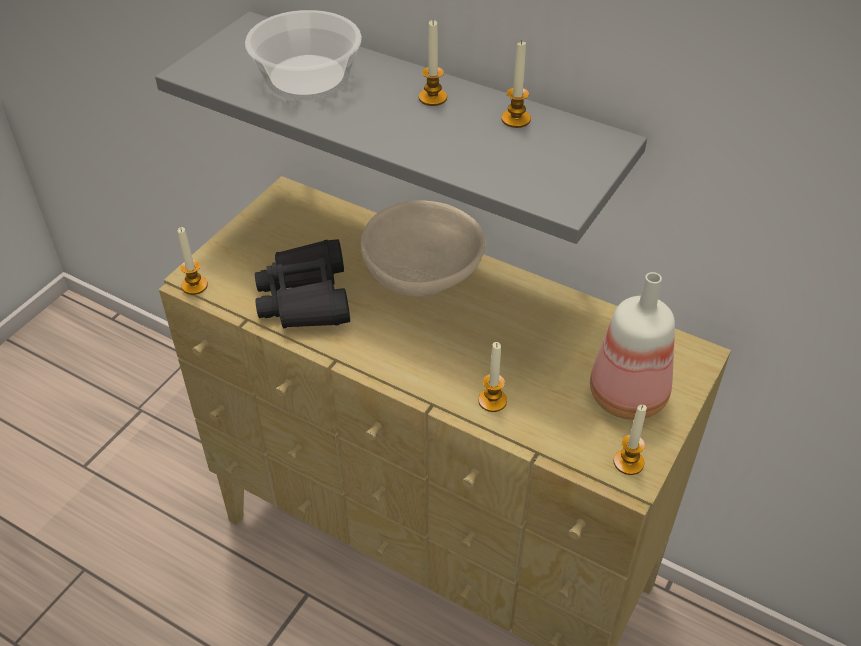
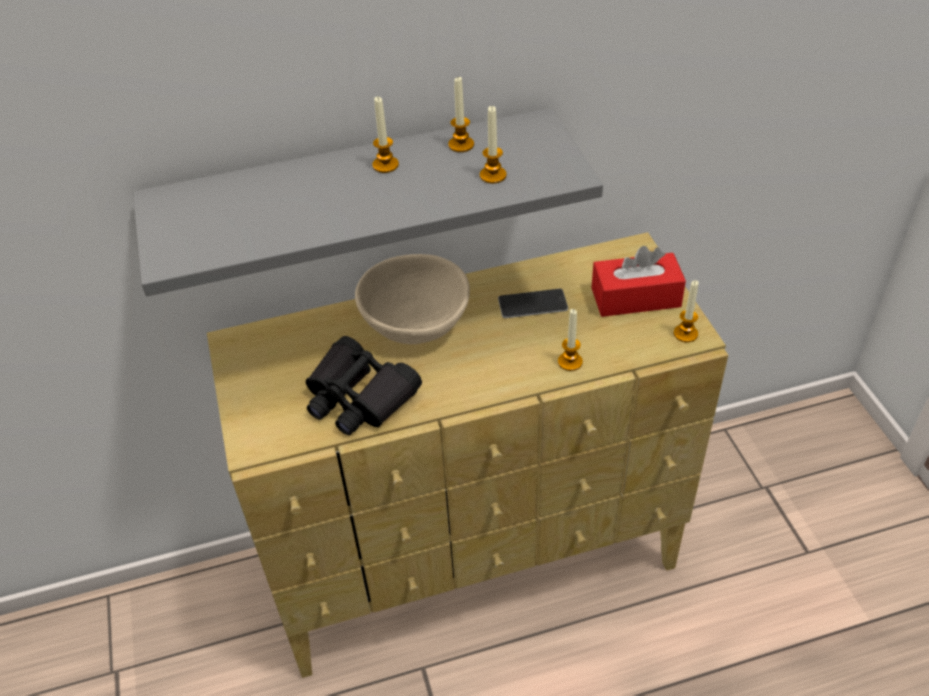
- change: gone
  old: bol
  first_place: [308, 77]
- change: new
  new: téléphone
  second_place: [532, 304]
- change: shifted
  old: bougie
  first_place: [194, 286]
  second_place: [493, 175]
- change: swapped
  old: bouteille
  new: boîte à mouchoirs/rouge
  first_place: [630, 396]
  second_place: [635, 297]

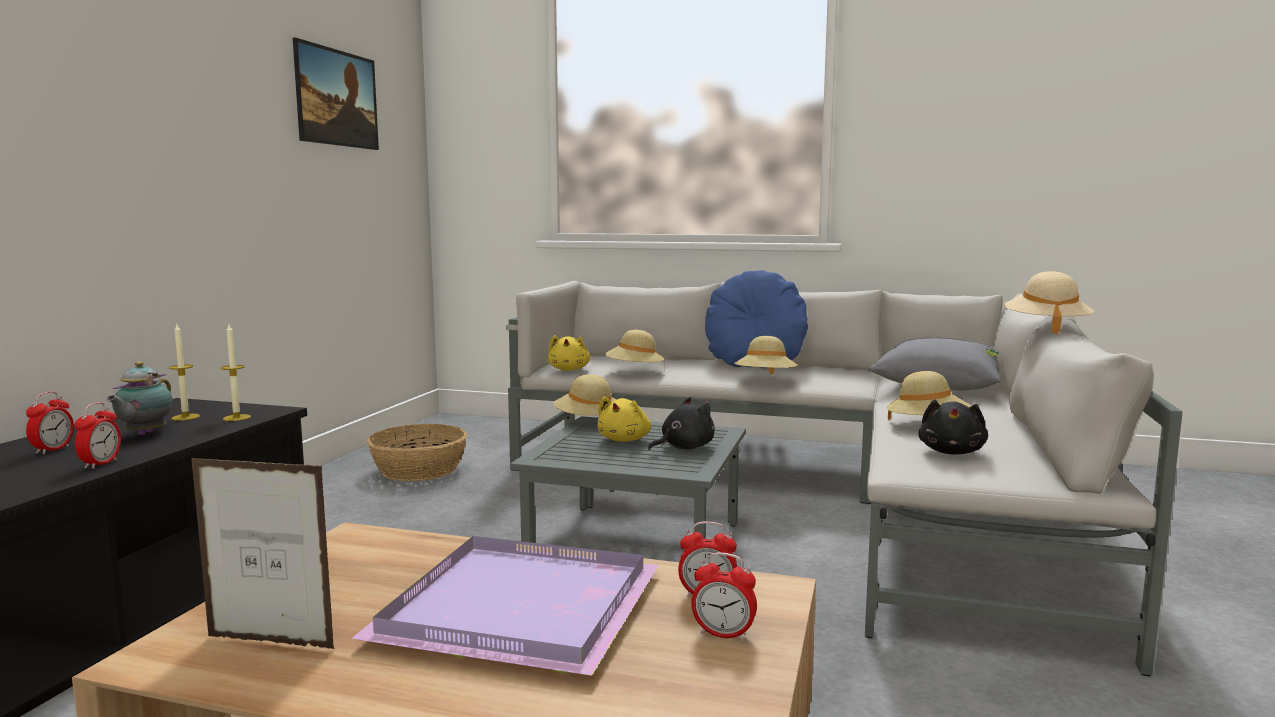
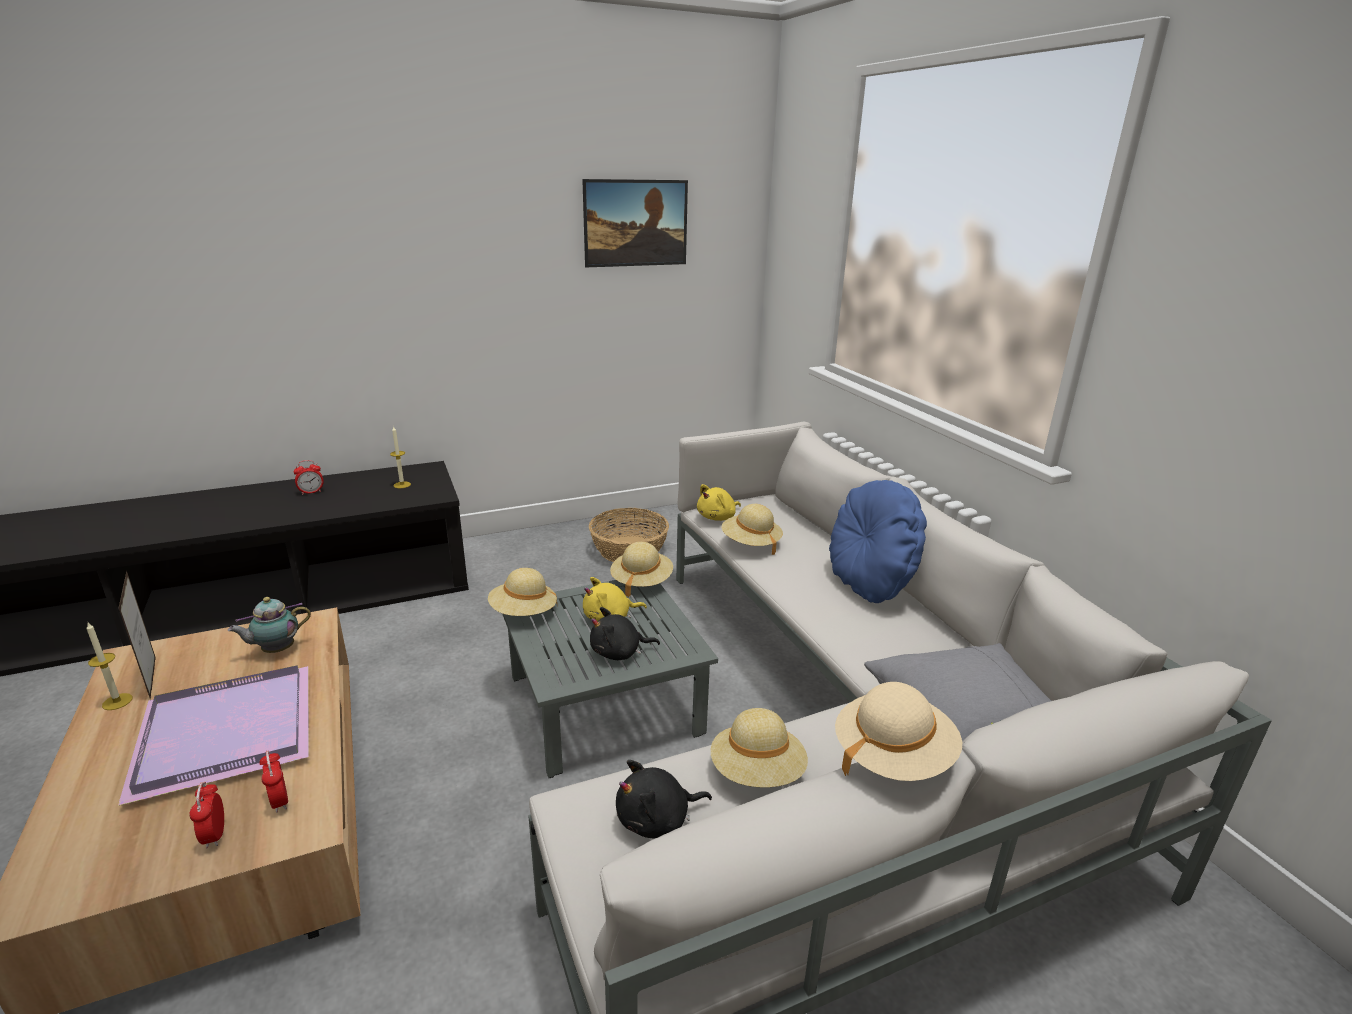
- change: gone
  old: réveil
  first_place: [101, 464]
- change: shifted
  old: théière
  first_place: [143, 434]
  second_place: [276, 650]
- change: shifted
  old: bougie
  first_place: [236, 418]
  second_place: [117, 701]
- change: shifted
  old: chapeau/beige
  first_place: [765, 380]
  second_place: [523, 613]
- change: rotated
  old: peluche/noir
  first_place: [684, 447]
  second_place: [619, 652]
  degrees: 150

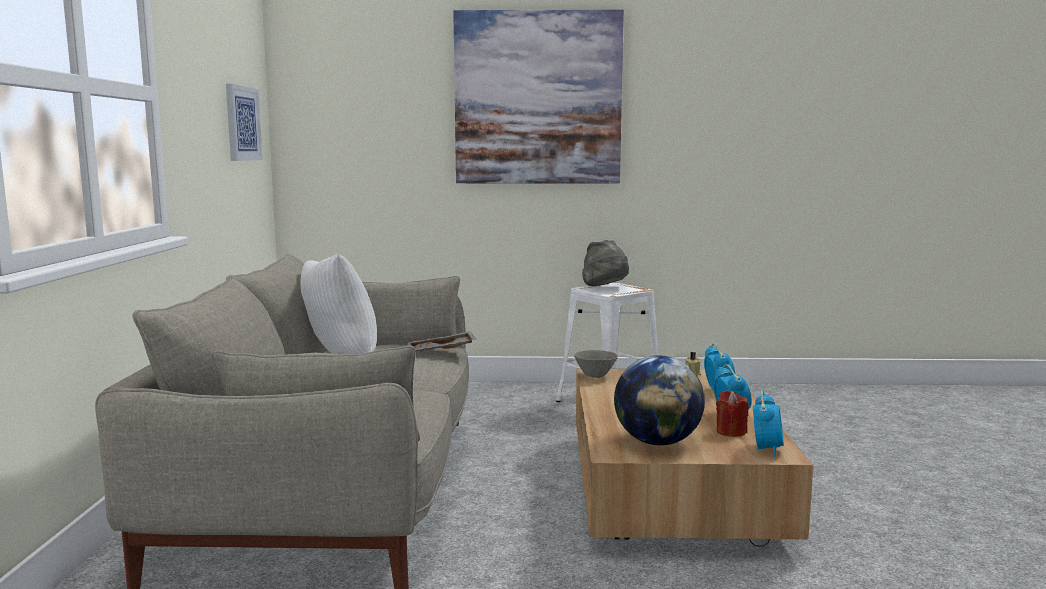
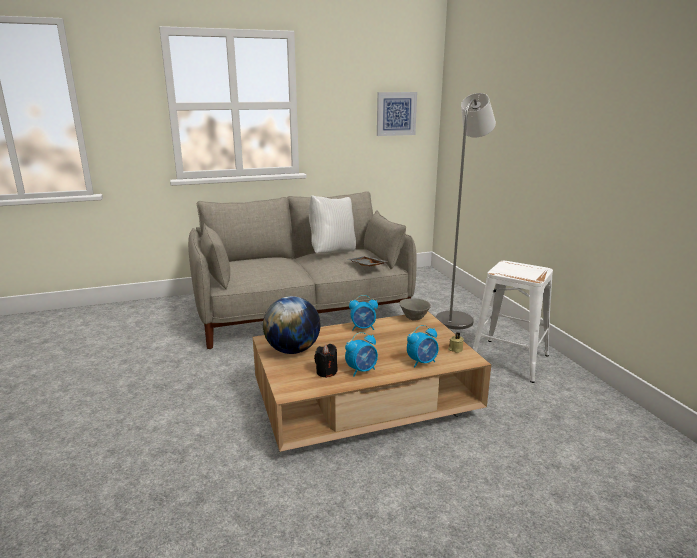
- change: gone
  old: tableau
  first_place: [538, 98]
- change: gone
  old: chapeau/gris
  first_place: [605, 288]
- change: new
  new: lampadaire/gris
  second_place: [457, 318]
- change: shifted
  old: réveil
  first_place: [766, 449]
  second_place: [363, 328]
- change: repainted
  old: bougie/rouge
  new: bougie/noir
  first_place: [731, 431]
  second_place: [326, 372]

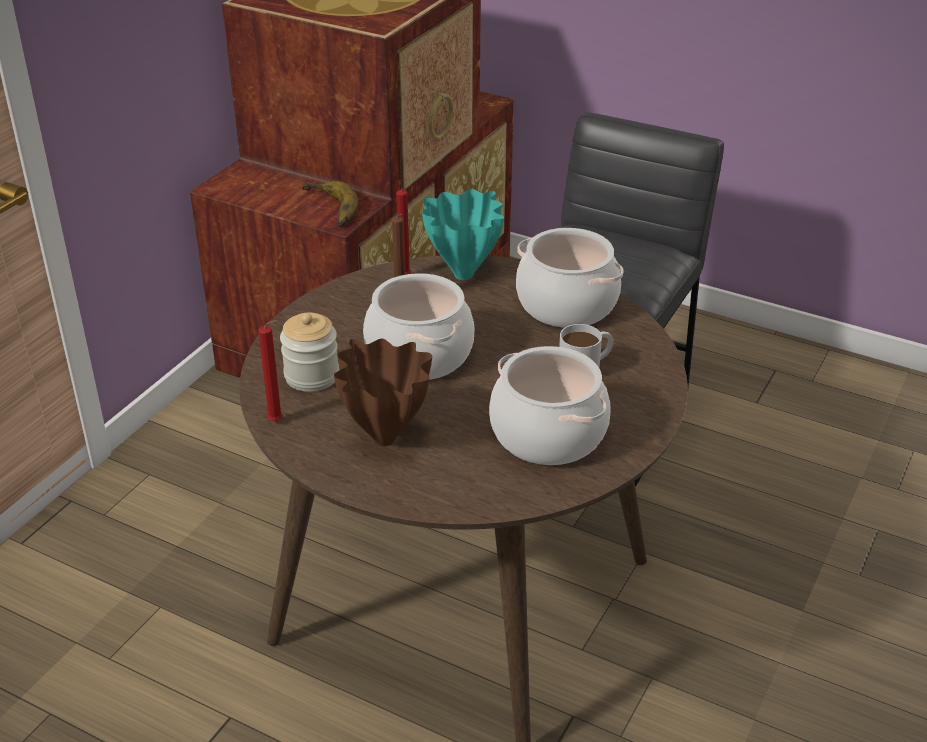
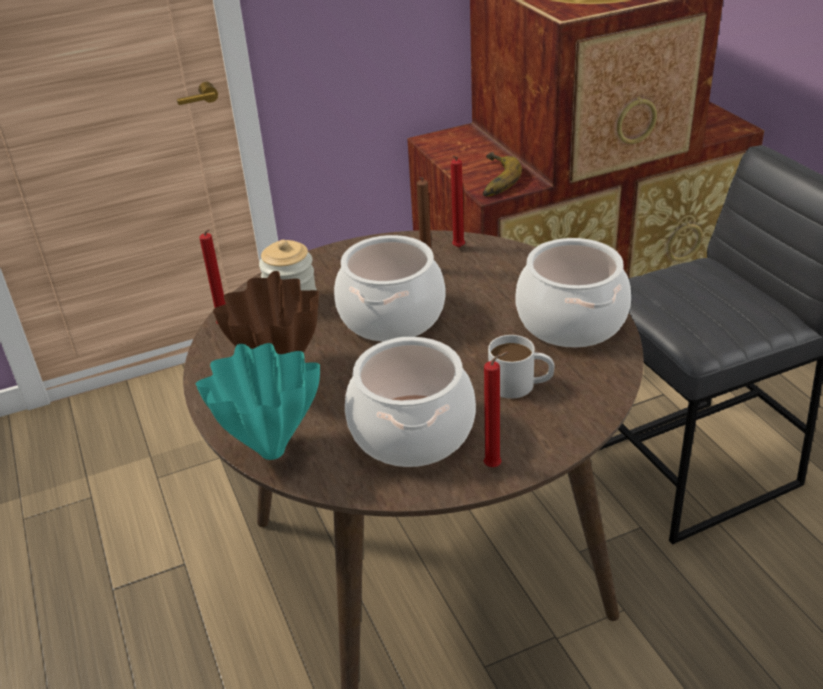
- change: new
  new: bougie/rouge
  second_place: [495, 466]
- change: shifted
  old: vase/turquoise
  first_place: [462, 275]
  second_place: [270, 452]

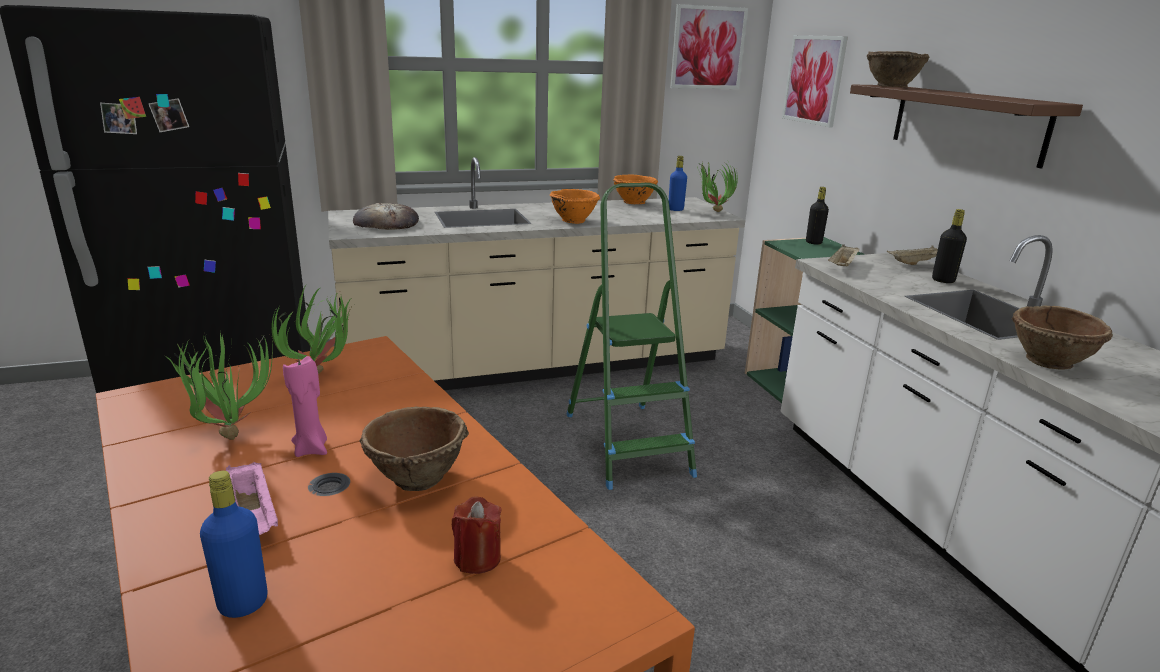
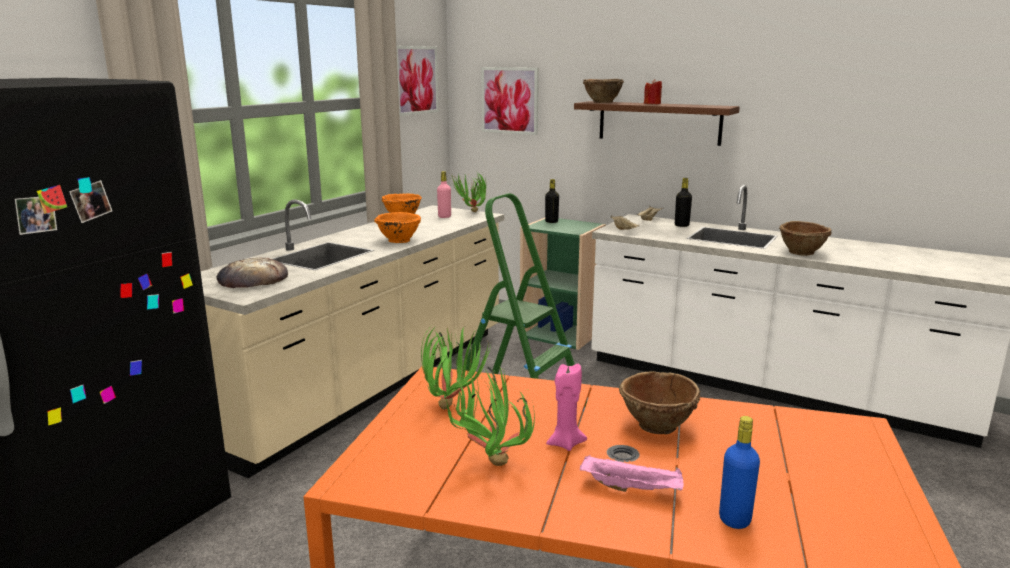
- change: shifted
  old: bougie/rouge
  first_place: [477, 558]
  second_place: [652, 104]
- change: repainted
  old: bouteille/bleu
  new: bouteille/rose
  first_place: [675, 209]
  second_place: [444, 217]

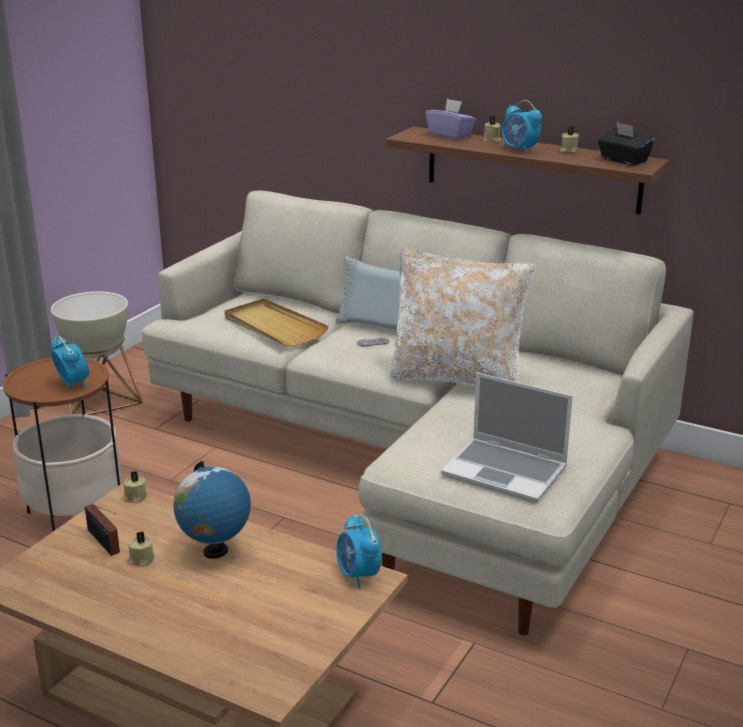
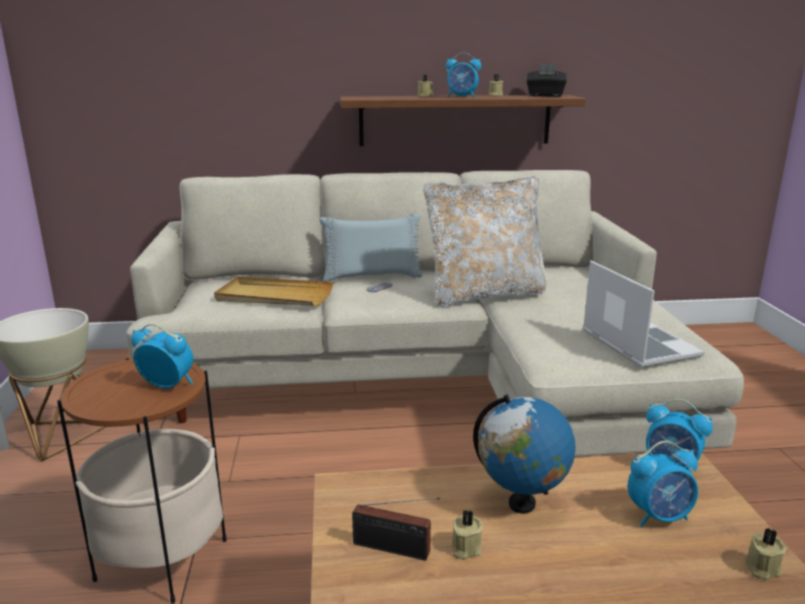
- change: gone
  old: boîte à mouchoirs/violet
  first_place: [450, 135]
- change: new
  new: réveil
  second_place: [659, 516]
- change: shifted
  old: bougie/beige
  first_place: [135, 497]
  second_place: [761, 568]
- change: rotated
  old: ordinateur portable
  first_place: [506, 472]
  second_place: [637, 344]
  degrees: -105

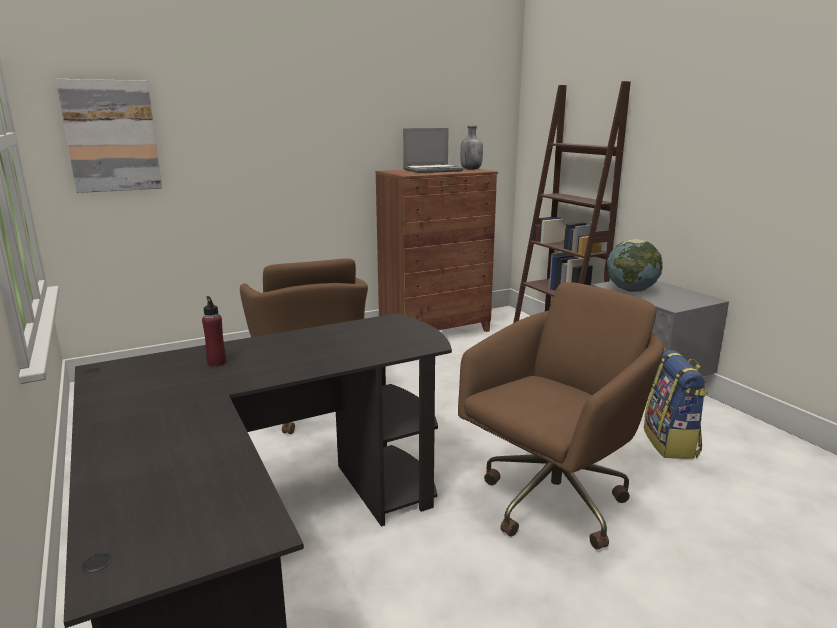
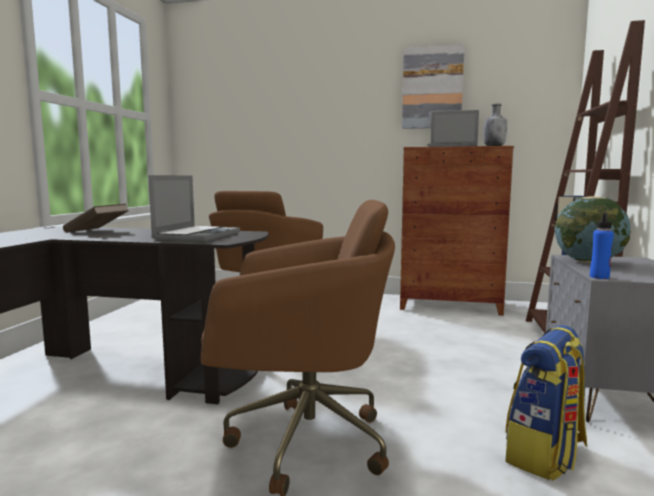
- change: new
  new: ordinateur portable
  second_place: [197, 235]
- change: new
  new: bouteille/bleu
  second_place: [599, 277]
- change: shifted
  old: tableau
  first_place: [111, 136]
  second_place: [432, 88]
- change: swapped
  old: bouteille/rouge
  new: livre/marron
  first_place: [217, 362]
  second_place: [96, 231]

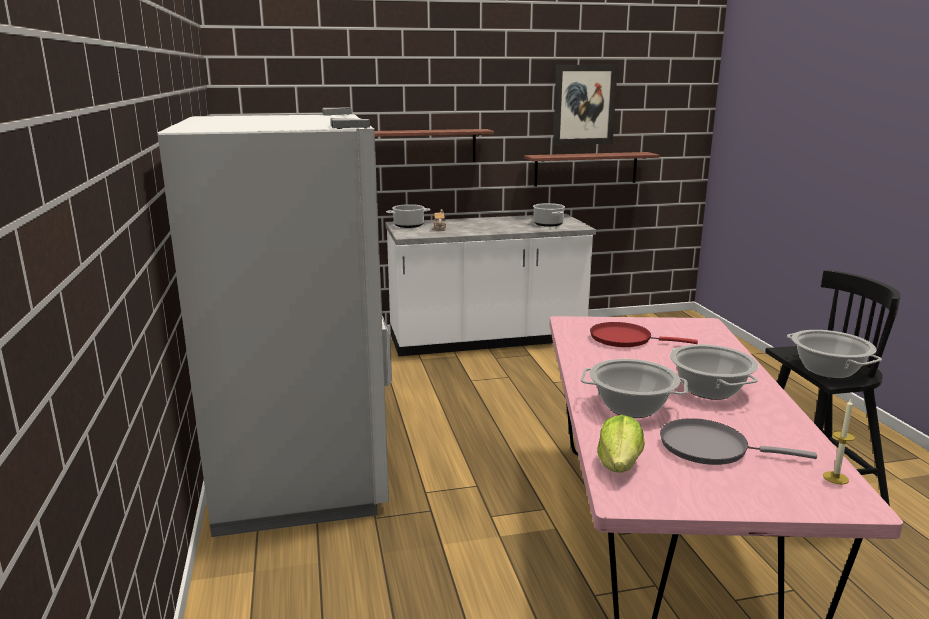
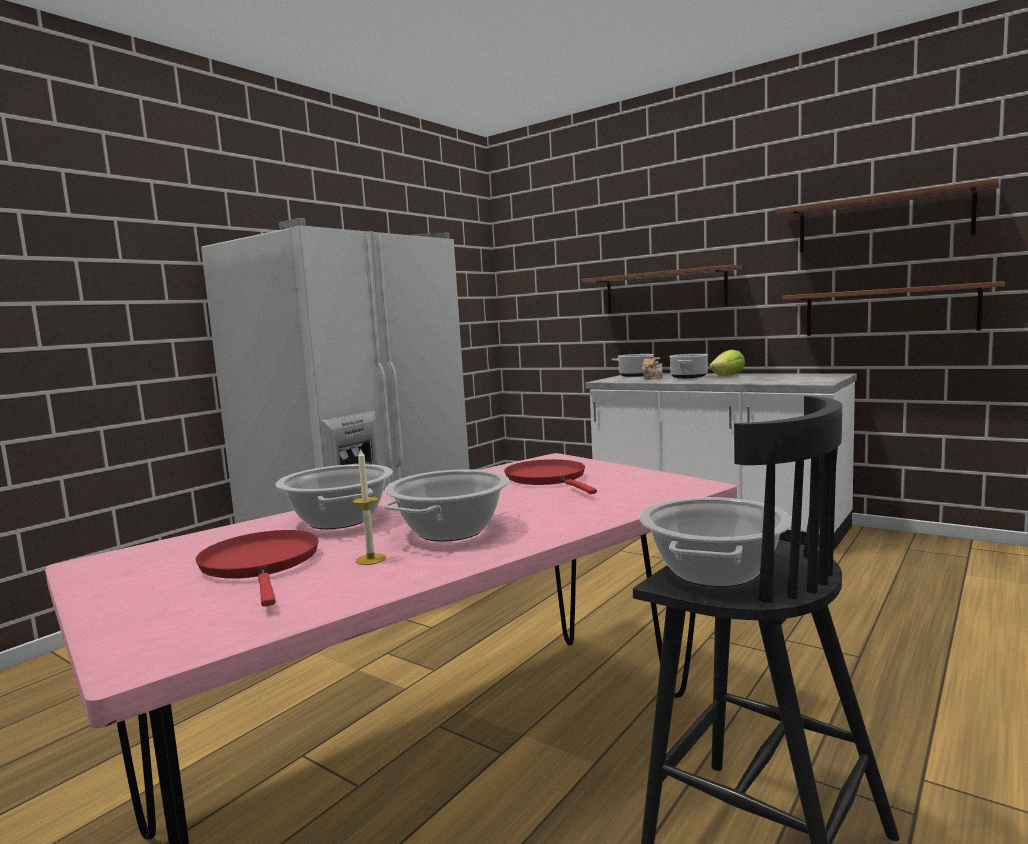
- change: shifted
  old: marmite
  first_place: [548, 224]
  second_place: [689, 377]
- change: shifted
  old: laitue
  first_place: [619, 465]
  second_place: [728, 376]
- change: shifted
  old: bougie
  first_place: [835, 478]
  second_place: [370, 559]
- change: swapped
  old: tableau
  new: étagère
  first_place: [584, 105]
  second_place: [882, 221]
- change: repainted
  old: poêle/gris
  new: poêle/rouge
  first_place: [709, 447]
  second_place: [261, 564]

